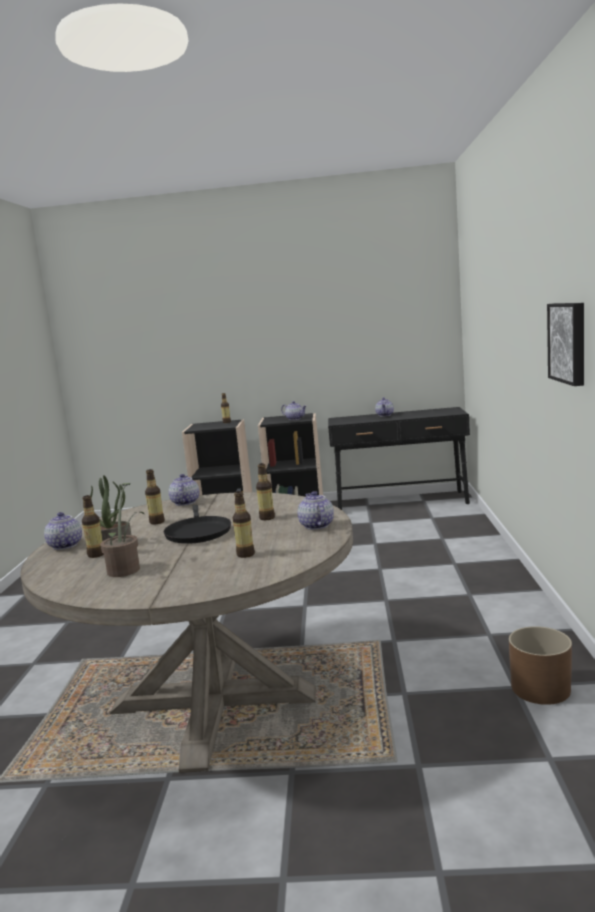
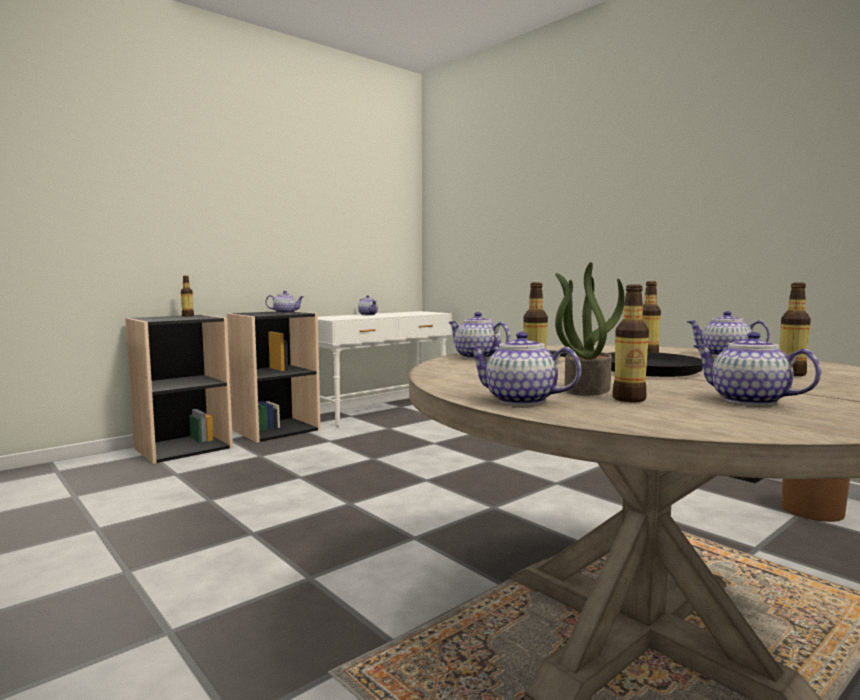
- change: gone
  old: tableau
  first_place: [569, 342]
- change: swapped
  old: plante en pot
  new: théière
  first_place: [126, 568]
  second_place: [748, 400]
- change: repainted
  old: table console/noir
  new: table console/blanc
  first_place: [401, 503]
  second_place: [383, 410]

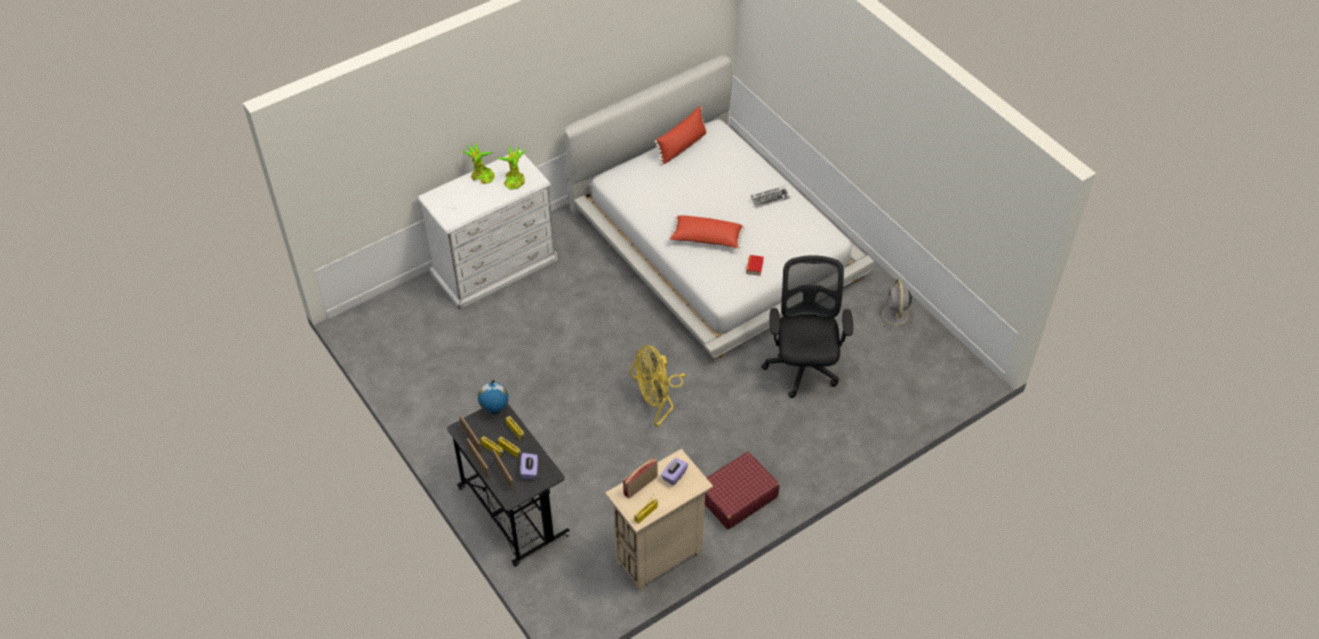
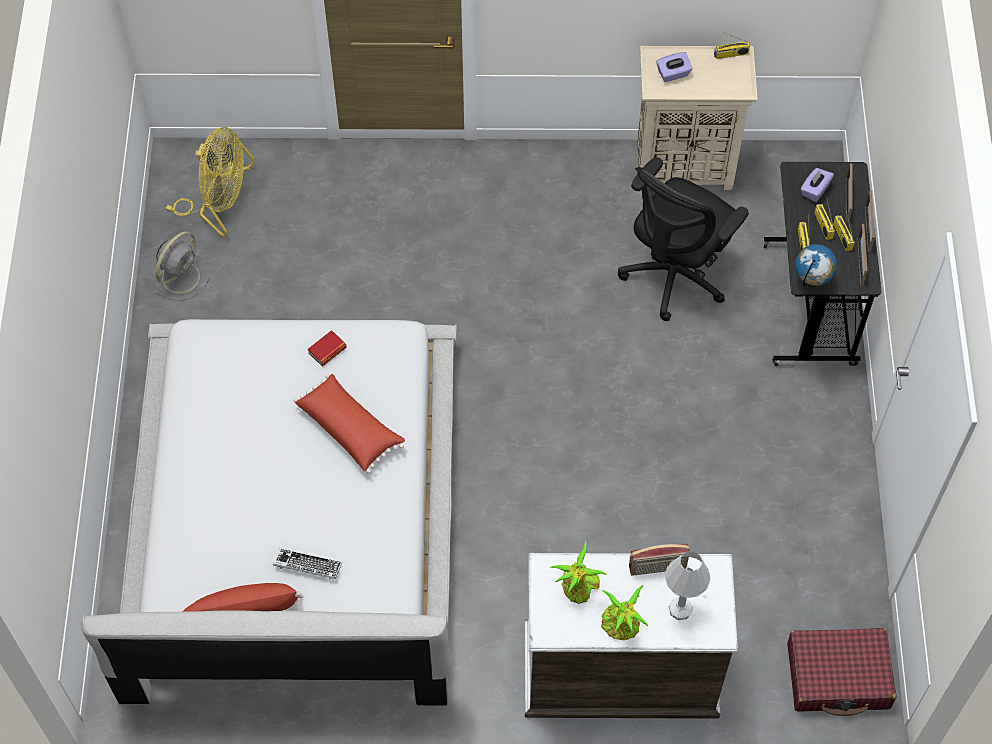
- change: new
  new: lampe de table/blanc
  second_place: [680, 609]
- change: shifted
  old: radio
  first_place: [640, 485]
  second_place: [657, 568]
- change: shifted
  old: ventilateur/jaune
  first_place: [657, 396]
  second_place: [218, 202]
- change: shifted
  old: valise/rouge
  first_place: [737, 496]
  second_place: [838, 676]
- change: shifted
  old: clavier
  first_place: [770, 198]
  second_place: [307, 566]
- change: shifted
  old: chaise de bureau/noir
  first_place: [803, 371]
  second_place: [676, 269]

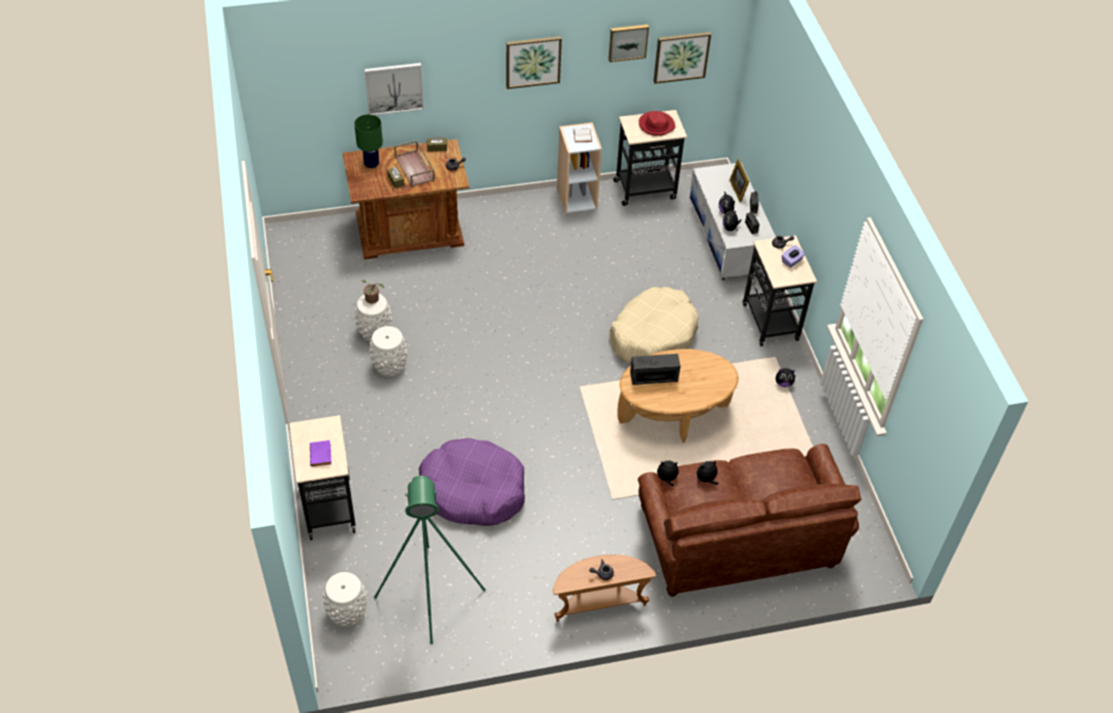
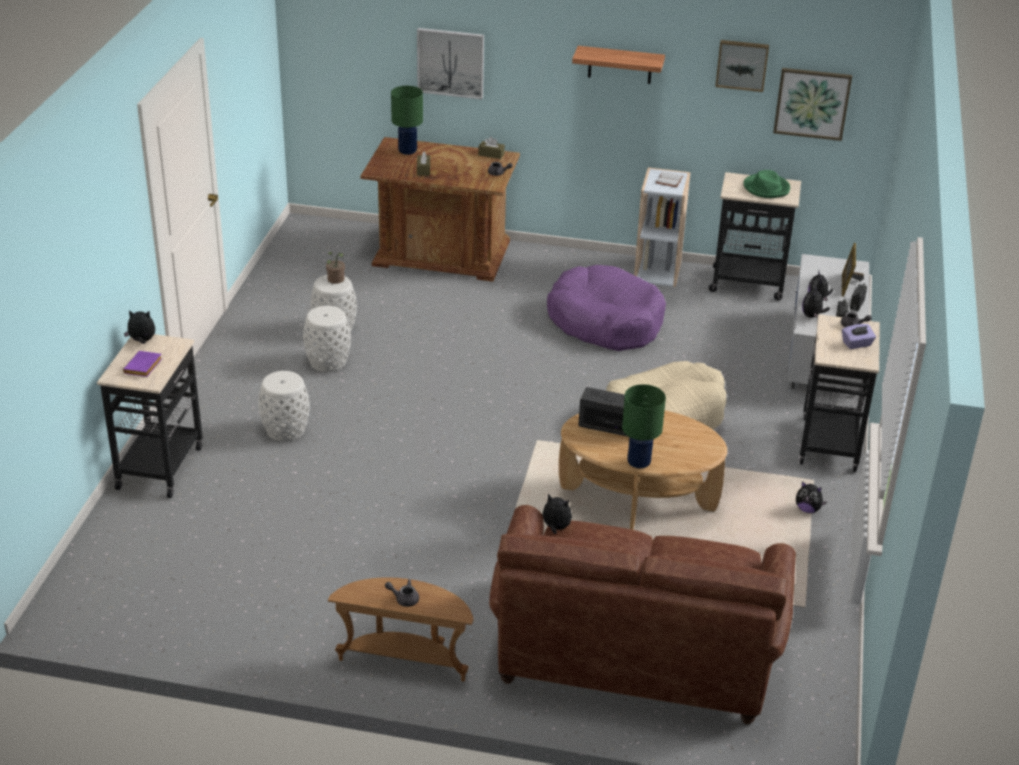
- change: gone
  old: lampadaire/vert
  first_place: [429, 594]
- change: gone
  old: plateau/marron
  first_place: [415, 168]
- change: new
  new: lampe de table/vert
  second_place: [638, 463]
- change: shifted
  old: tabouret/blanc
  first_place: [347, 612]
  second_place: [285, 430]
- change: shifted
  old: panier pour chien/violet
  first_place: [472, 490]
  second_place: [605, 322]
- change: shifted
  old: peluche
  first_place: [706, 479]
  second_place: [142, 341]
- change: swapped
  old: tableau
  new: étagère
  first_place: [533, 61]
  second_place: [620, 65]
- change: repainted
  old: chapeau/rouge
  new: chapeau/vert
  first_place: [656, 125]
  second_place: [766, 188]

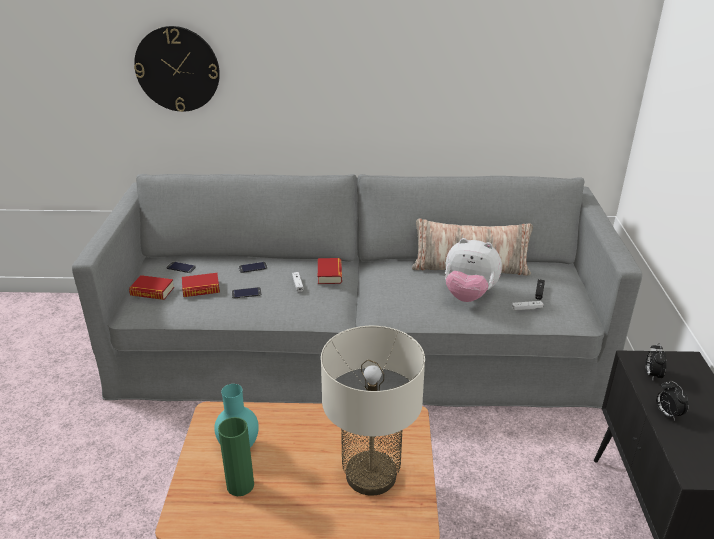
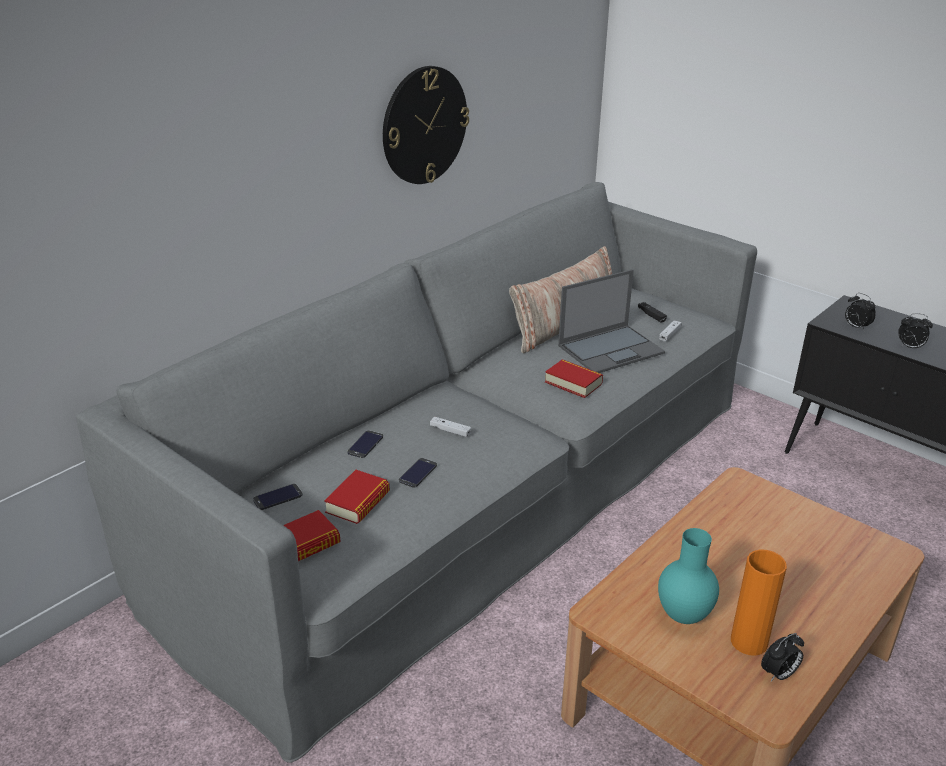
- change: gone
  old: lampe de table
  first_place: [371, 475]
- change: new
  new: réveil
  second_place: [779, 674]
- change: shifted
  old: horloge murale
  first_place: [177, 69]
  second_place: [424, 125]
- change: shifted
  old: livre
  first_place: [329, 274]
  second_place: [573, 383]
- change: swapped
  old: peluche
  new: ordinateur portable
  first_place: [468, 295]
  second_place: [611, 349]
- change: repainted
  old: vase/vert
  new: vase/orange
  first_place: [240, 485]
  second_place: [749, 642]

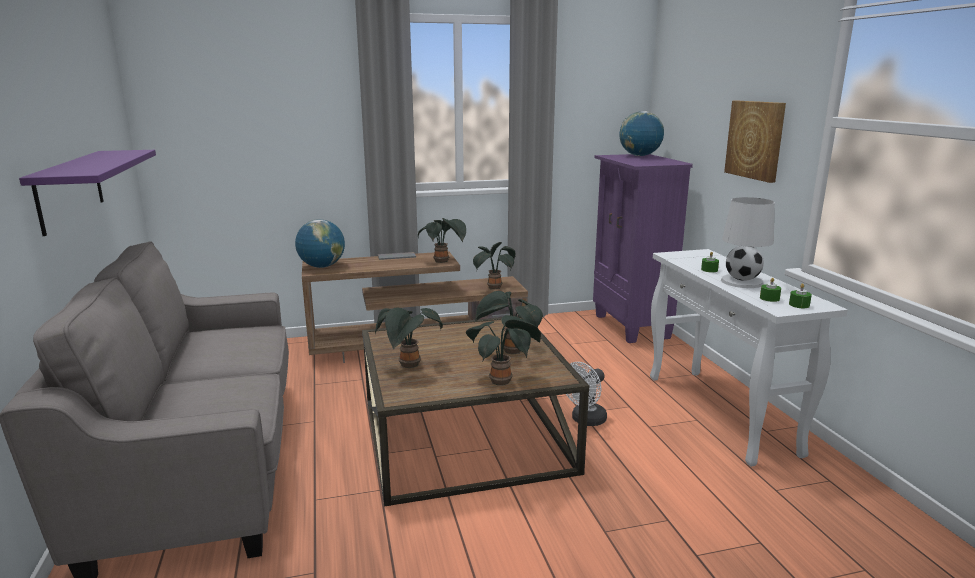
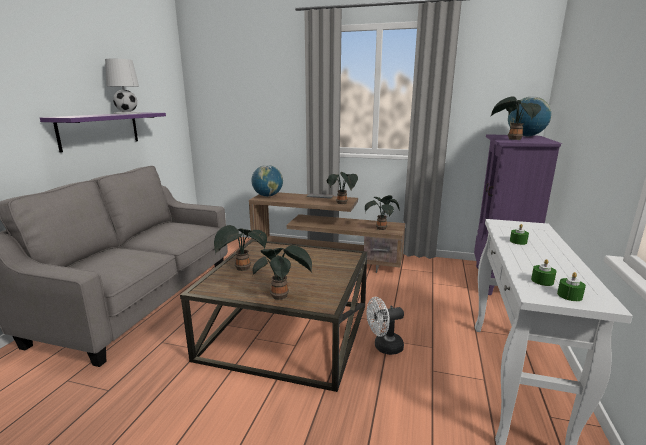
- change: gone
  old: tableau
  first_place: [755, 140]
- change: shifted
  old: plante en pot
  first_place: [510, 351]
  second_place: [512, 139]
- change: shifted
  old: lampe de table/blanc
  first_place: [742, 282]
  second_place: [127, 113]

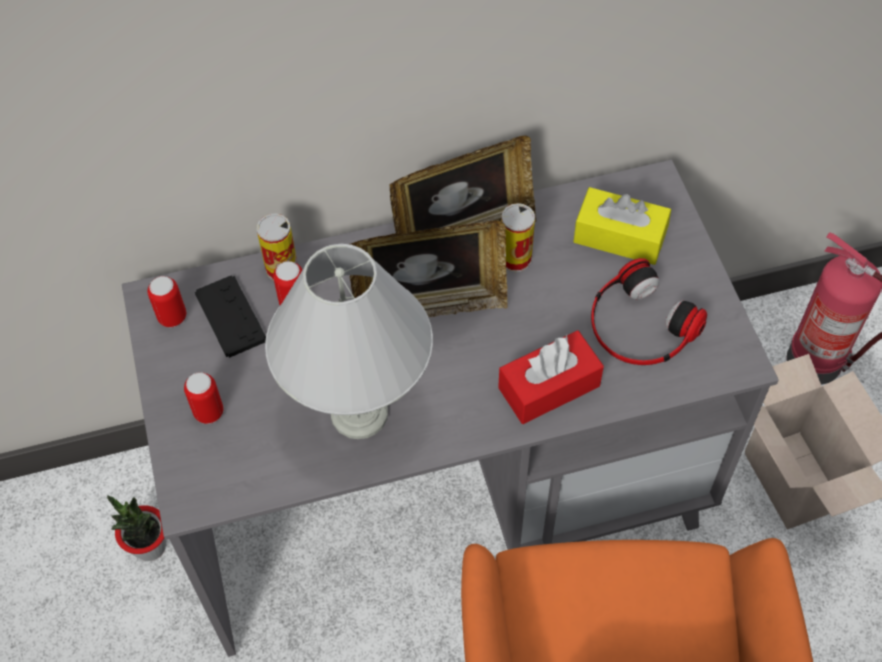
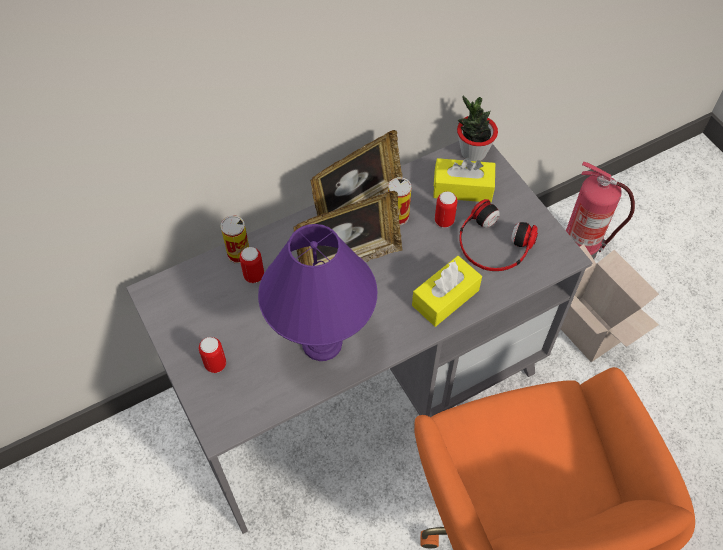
- change: gone
  old: manette/noir
  first_place: [230, 317]
- change: shifted
  old: plante en pot
  first_place: [149, 546]
  second_place: [473, 153]
- change: shifted
  old: boîte métallique
  first_place: [172, 317]
  second_place: [444, 221]
- change: repainted
  old: lampe de table/blanc
  new: lampe de table/violet
  first_place: [360, 412]
  second_place: [322, 342]
- change: repainted
  old: boîte à mouchoirs/rouge
  new: boîte à mouchoirs/jaune
  first_place: [549, 387]
  second_place: [445, 298]

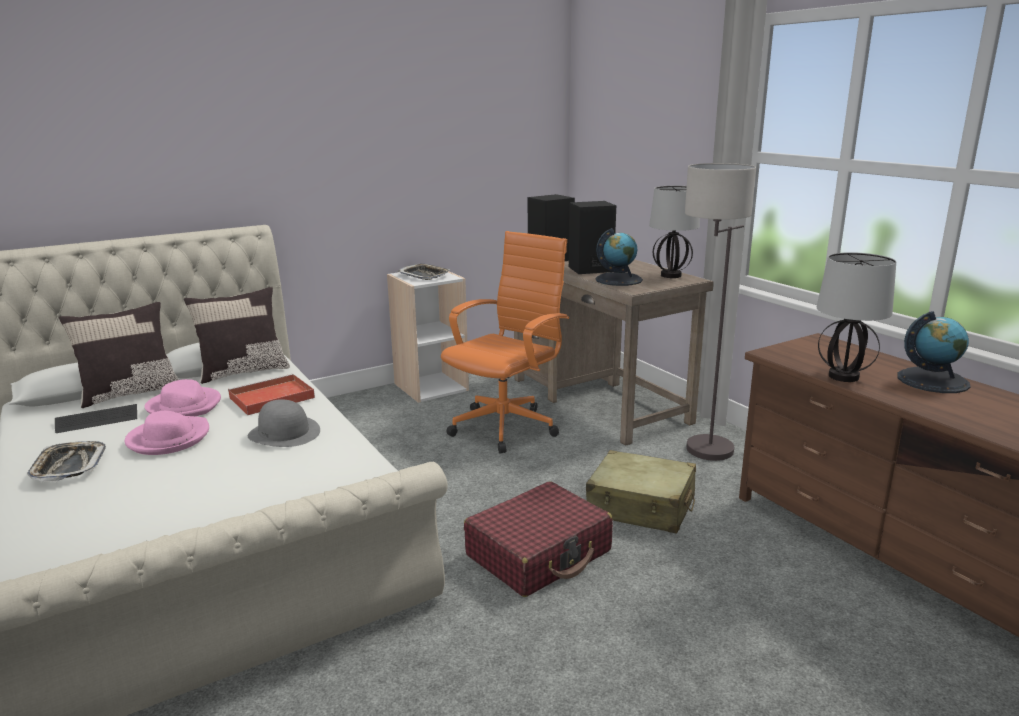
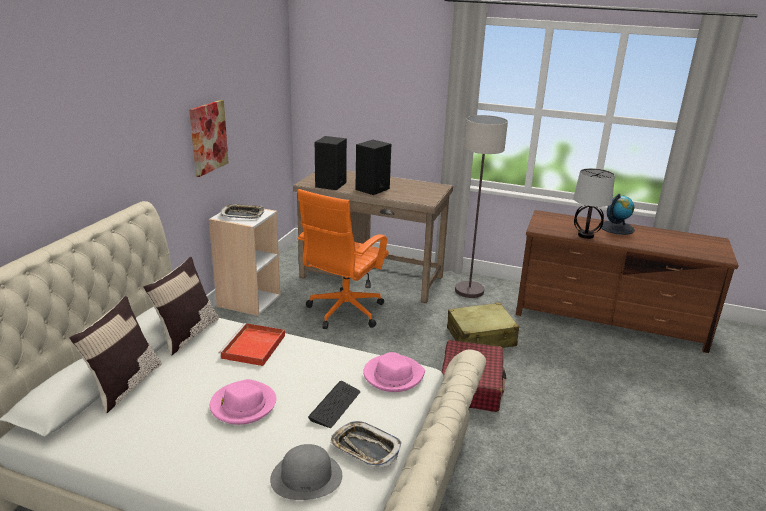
- change: gone
  old: globe
  first_place: [618, 279]
- change: gone
  old: lampe de table
  first_place: [671, 275]
- change: new
  new: tableau
  second_place: [208, 137]
- change: shifted
  old: plateau
  first_place: [68, 466]
  second_place: [365, 448]
- change: shifted
  old: clavier
  first_place: [97, 420]
  second_place: [335, 405]
- change: shifted
  old: chapeau/rose
  first_place: [185, 406]
  second_place: [393, 375]
- change: shifted
  old: chapeau/gris
  first_place: [284, 433]
  second_place: [306, 476]
- change: rotated
  old: chaise de bureau/orange
  first_place: [507, 426]
  second_place: [343, 313]
  degrees: -150

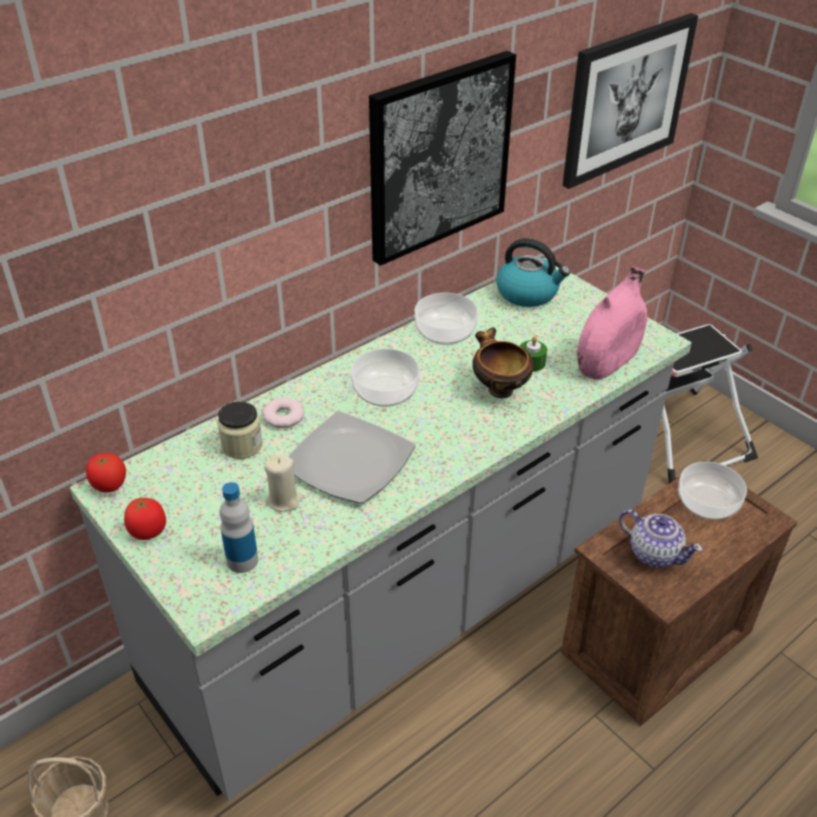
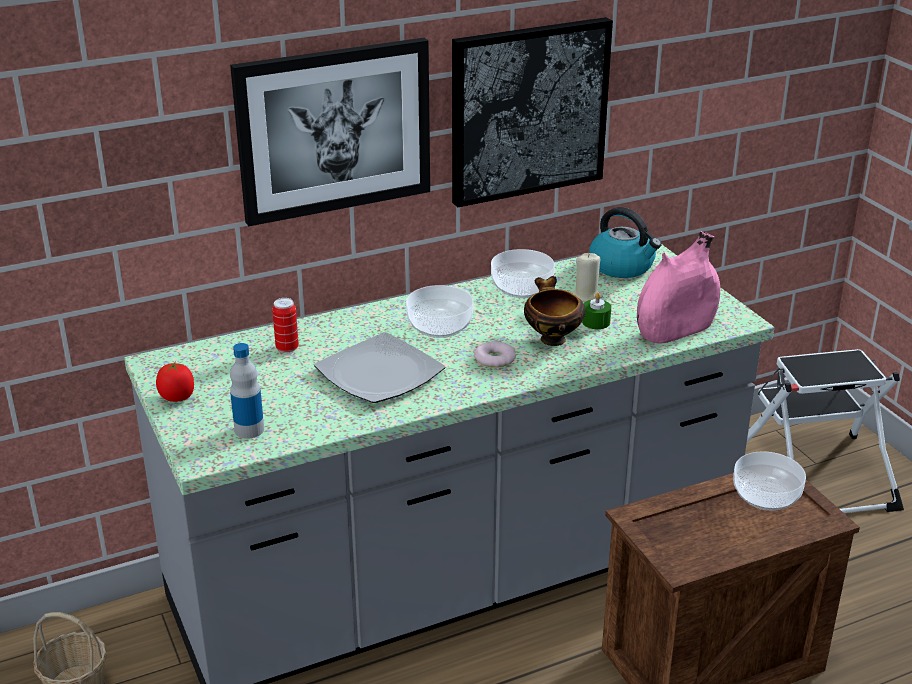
- change: gone
  old: tomate
  first_place: [109, 486]
- change: gone
  old: théière
  first_place: [654, 553]
- change: shifted
  old: beignet
  first_place: [283, 416]
  second_place: [495, 359]
- change: shifted
  old: bougie/beige
  first_place: [284, 500]
  second_place: [586, 296]
- change: shifted
  old: tableau
  first_place: [626, 99]
  second_place: [334, 130]
- change: swapped
  old: bocal
  new: boîte métallique
  first_place: [242, 445]
  second_place: [287, 348]

